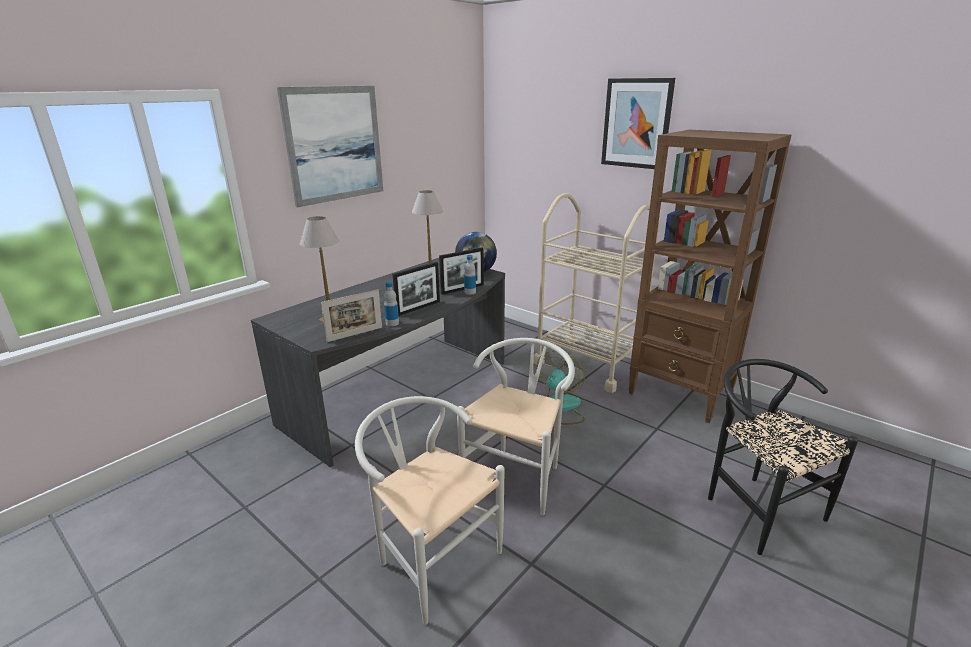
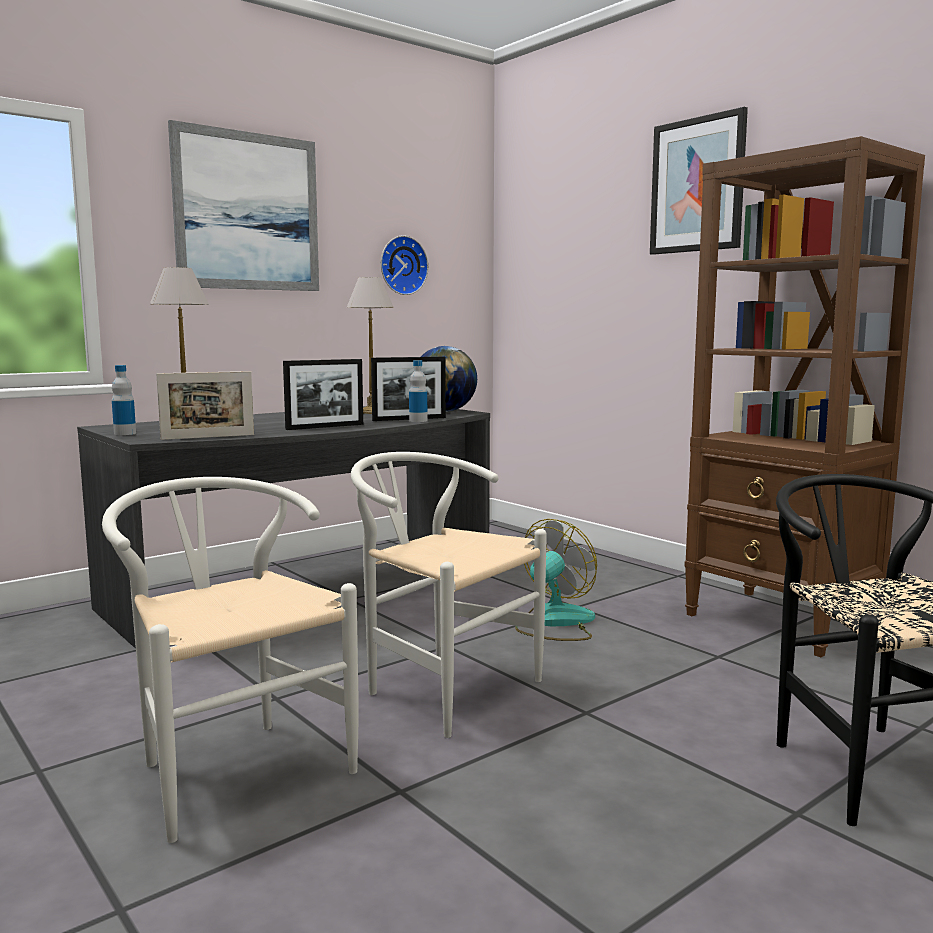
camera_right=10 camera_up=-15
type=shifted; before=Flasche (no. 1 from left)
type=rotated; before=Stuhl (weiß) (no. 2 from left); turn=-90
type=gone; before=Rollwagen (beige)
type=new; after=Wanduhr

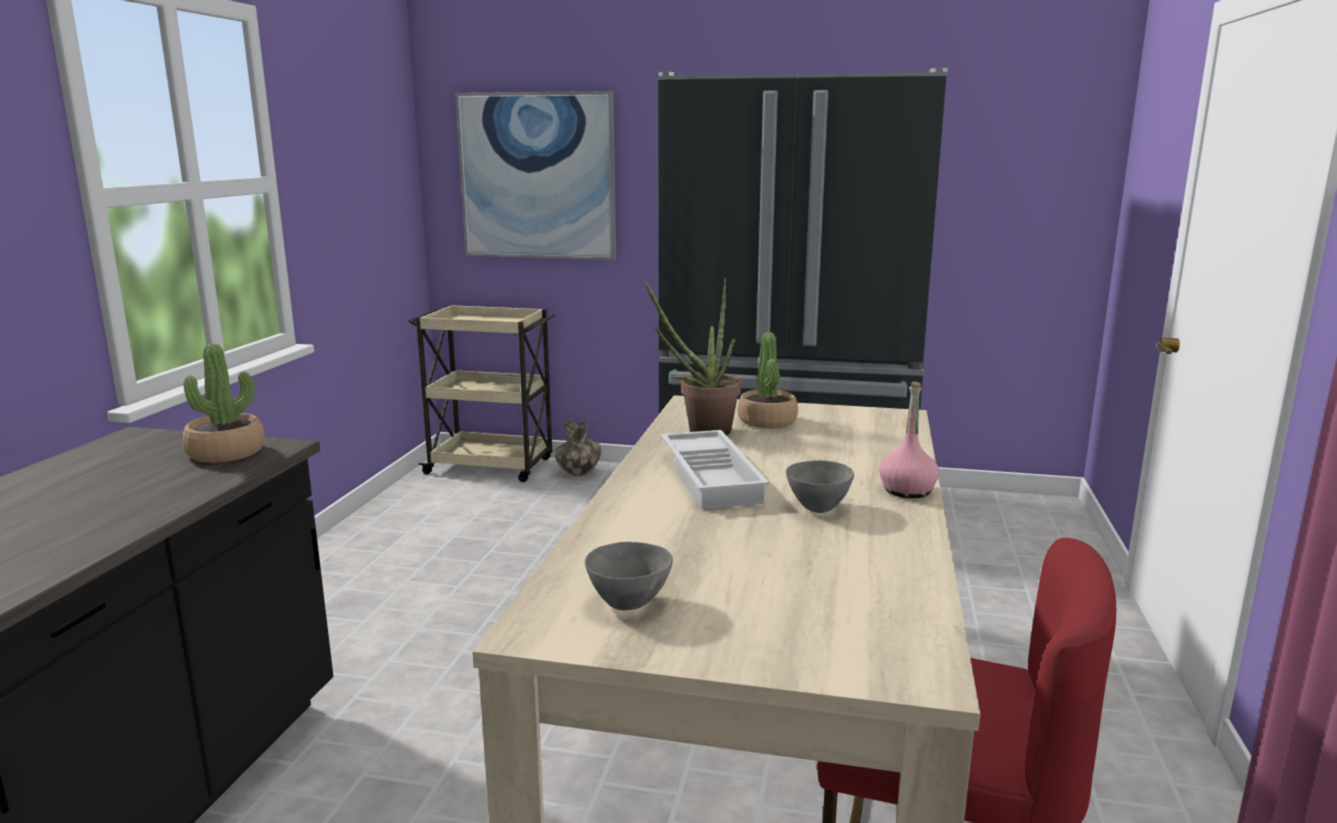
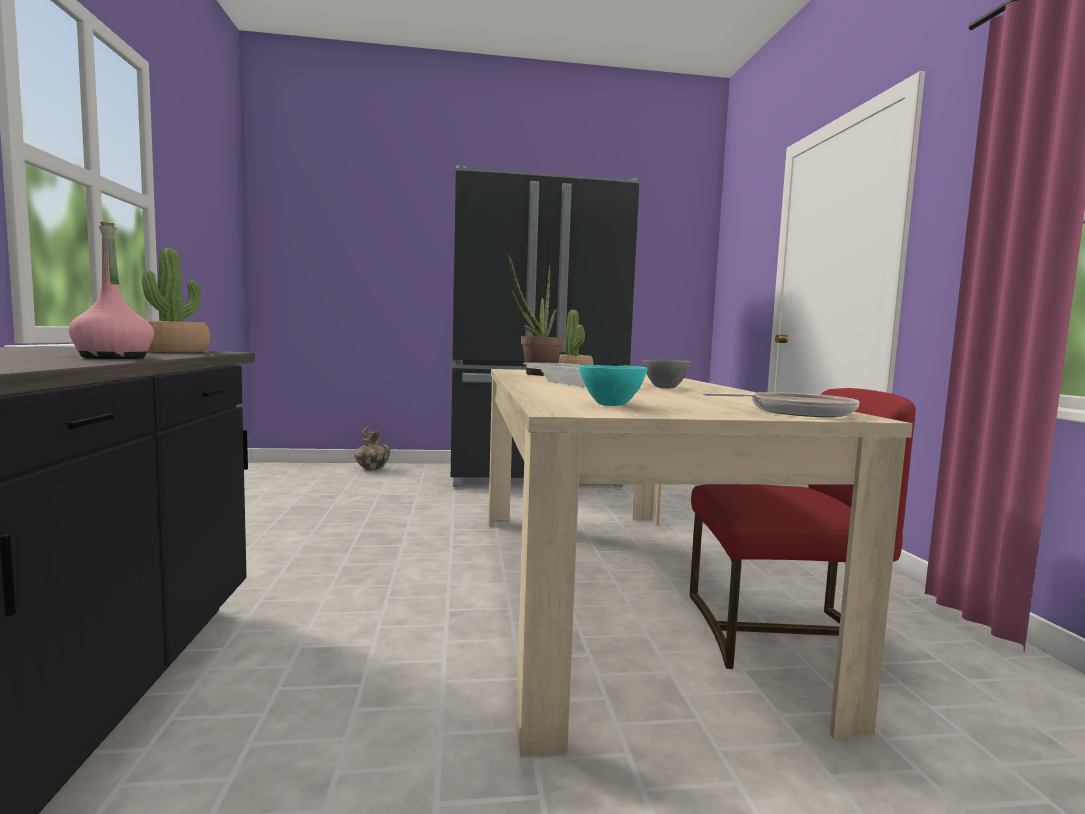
camera_right=-20 camera_up=-10
type=gone; before=Rollwagen (beige)
type=gone; before=Bild
type=repainted; before=Schüssel (grau) (no. 1 from left); after=Schüssel (türkis)
type=shifted; before=Flasche (rosa)
type=new; after=Pfanne

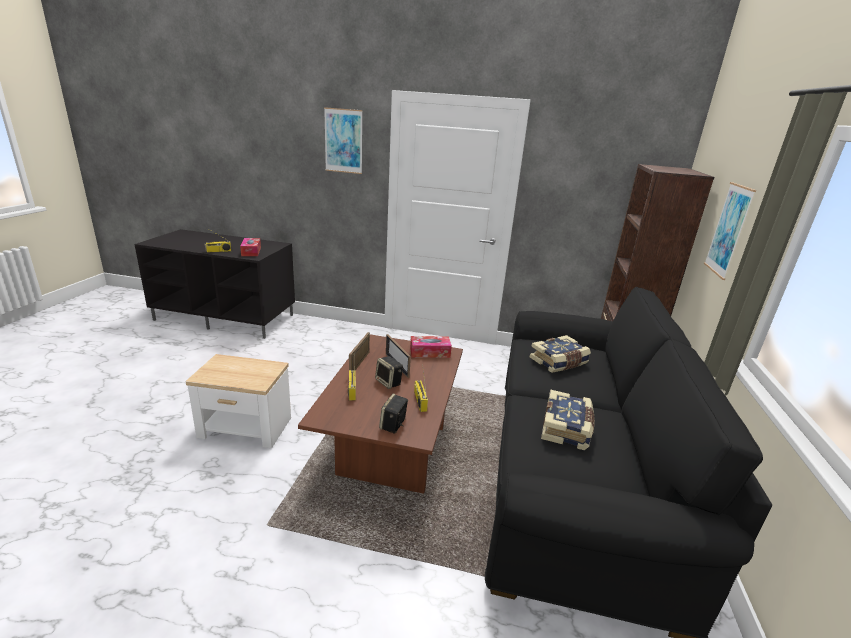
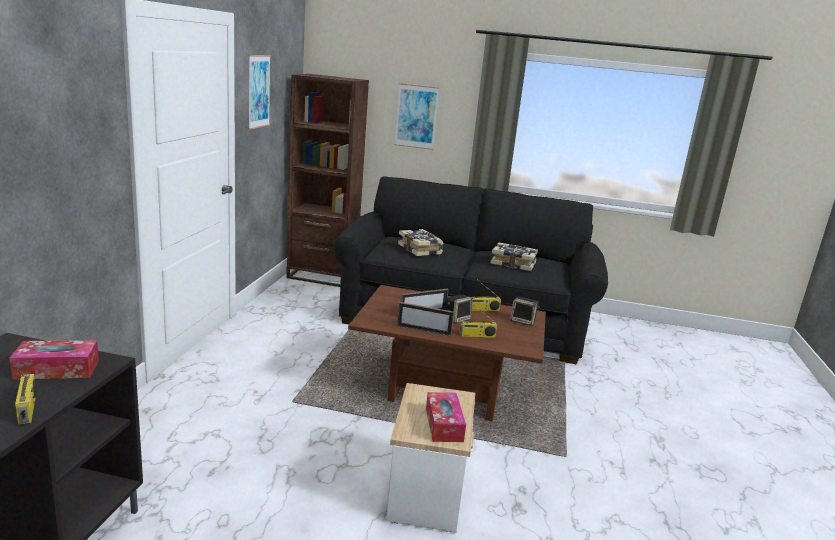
camera_right=-90 camera_up=-5
type=shifted; before=Bild (no. 1 from left)
type=shifted; before=Taschentuchbox (no. 2 from left)

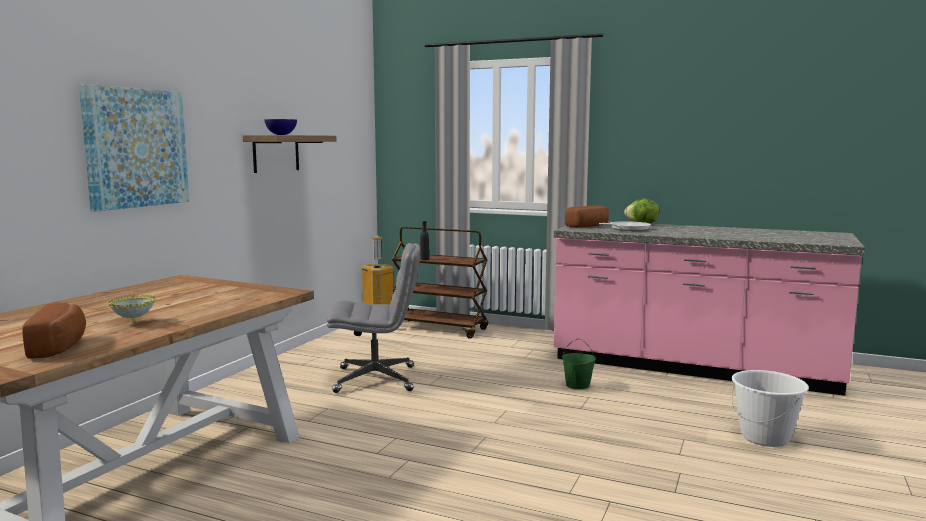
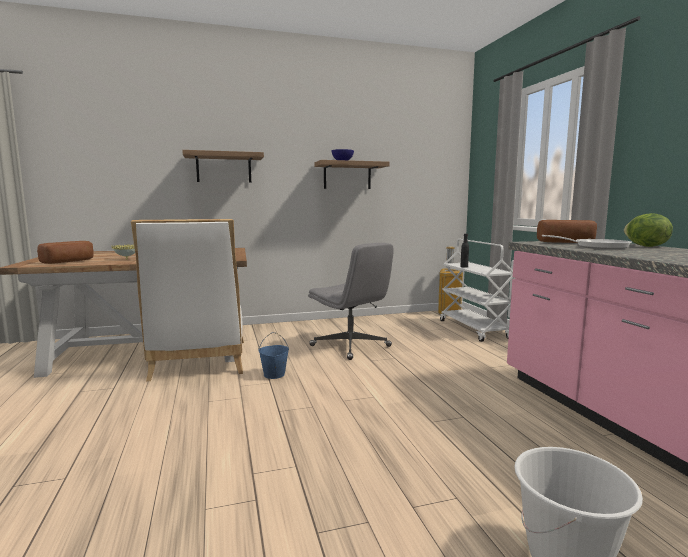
camera_right=50 camera_up=0
type=swapped; before=Bild; after=Wandregal (no. 1 from left)
type=repainted; before=Rollwagen (braun); after=Rollwagen (weiß)
type=gone; before=Eimer (grün)
type=new; after=Stuhl (weiß)
type=new; after=Eimer (blau)

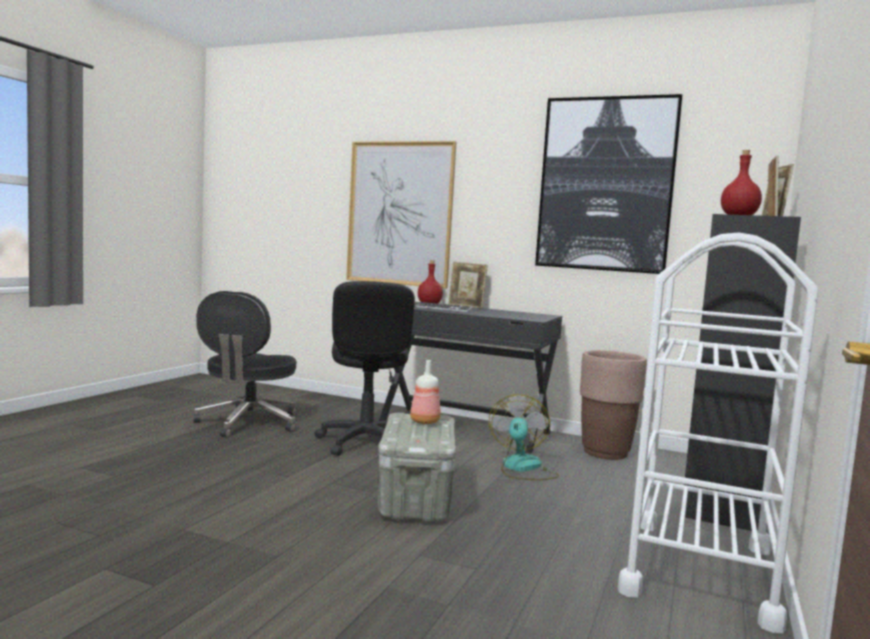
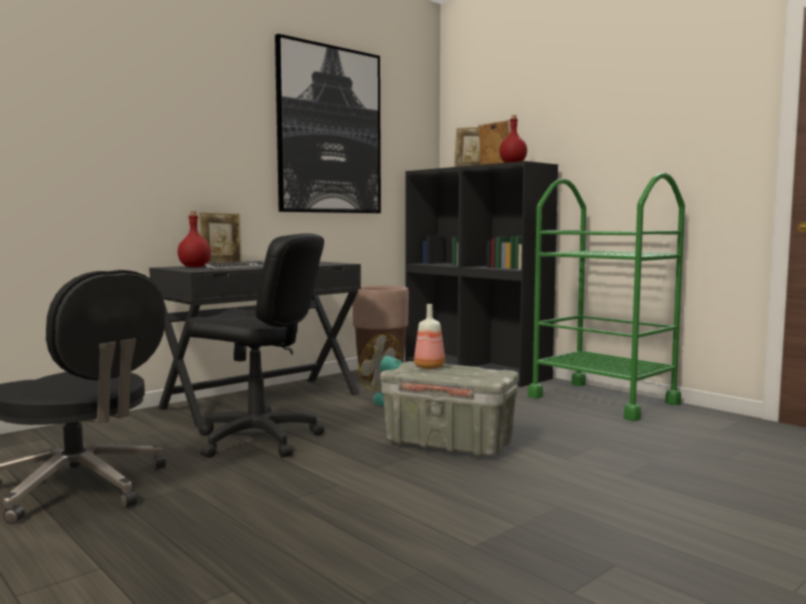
camera_right=-65 camera_up=0
type=gone; before=Bild (no. 1 from left)
type=repainted; before=Rollwagen (weiß); after=Rollwagen (grün)

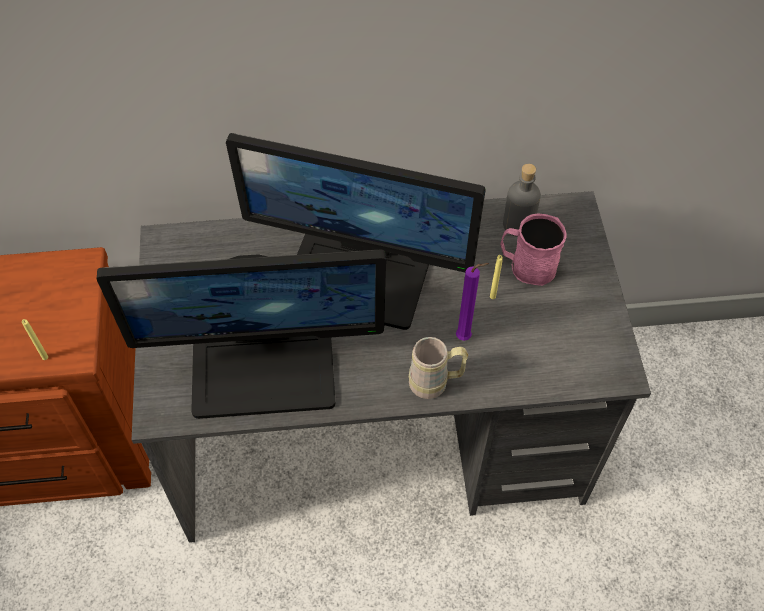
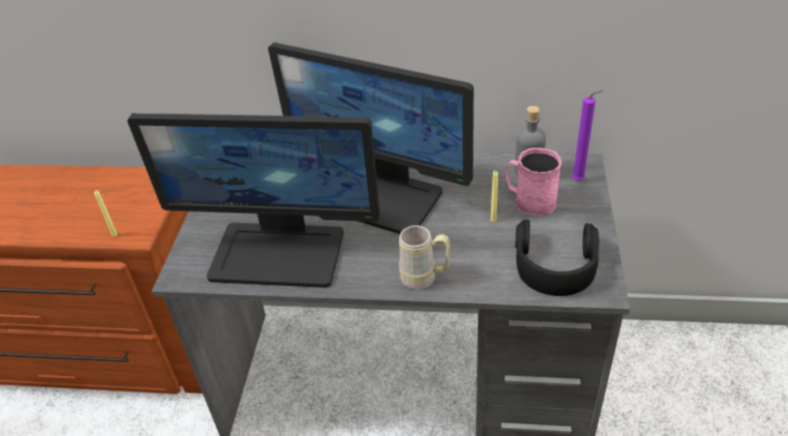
camera_right=15 camera_up=-15
type=shifted; before=Kerze (lila)
type=new; after=Kopfhörer (schwarz)

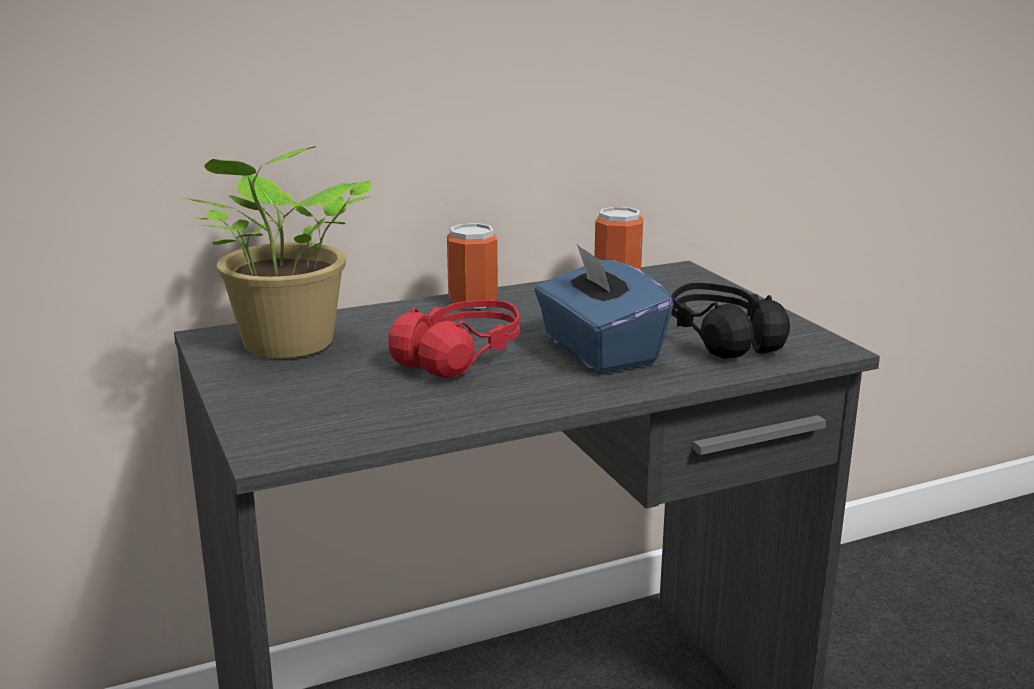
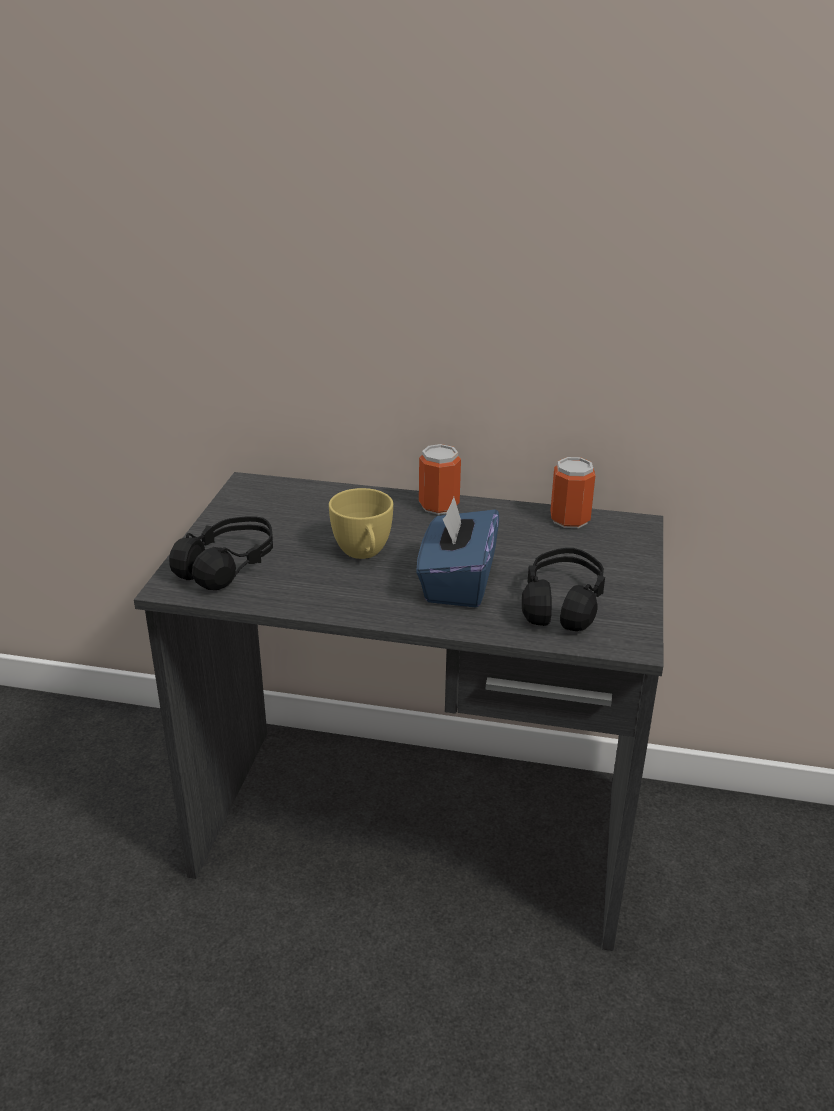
camera_right=35 camera_up=10
type=gone; before=Topfpflanze
type=swapped; before=Kopfhörer (rot); after=Tasse (gelb)
type=new; after=Kopfhörer (schwarz) (no. 1 from left)

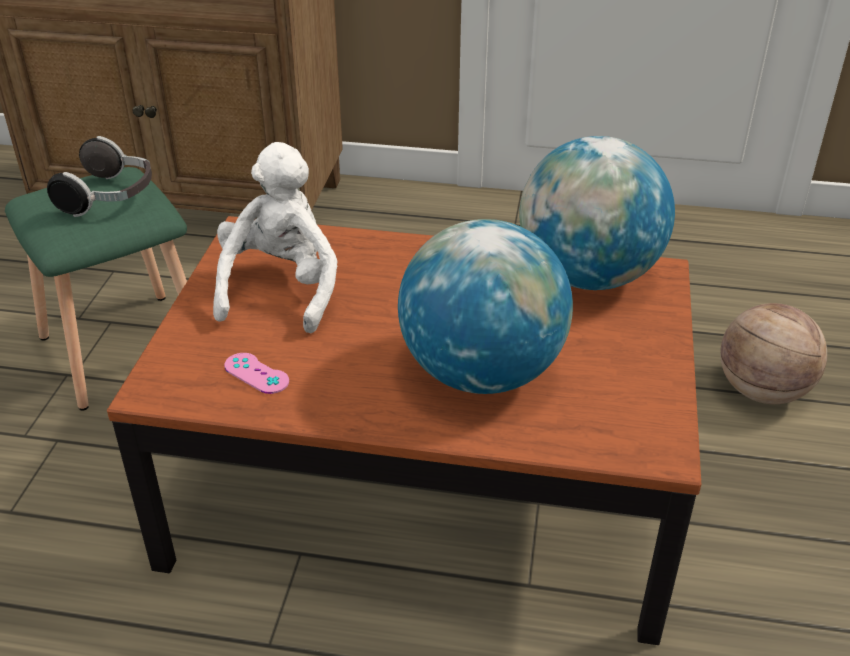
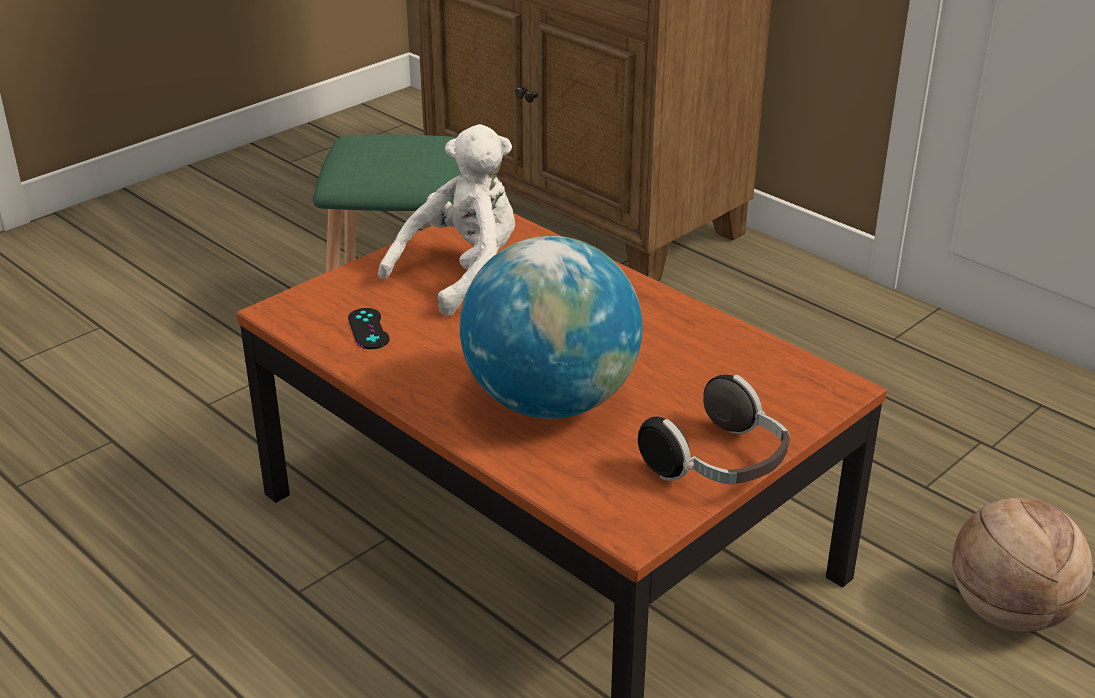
camera_right=35 camera_up=-5
type=shifted; before=Kopfhörer
type=repainted; before=Gamepad (rosa); after=Gamepad (schwarz)
type=gone; before=Globus (no. 2 from left)

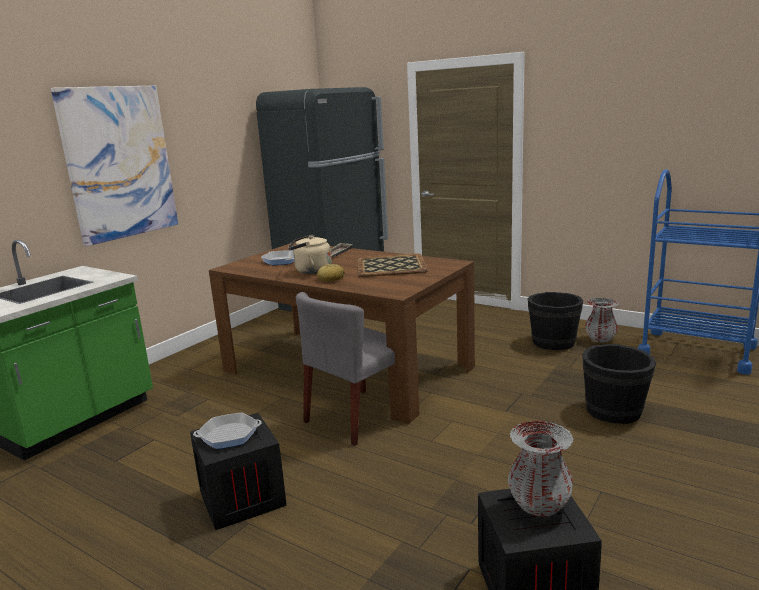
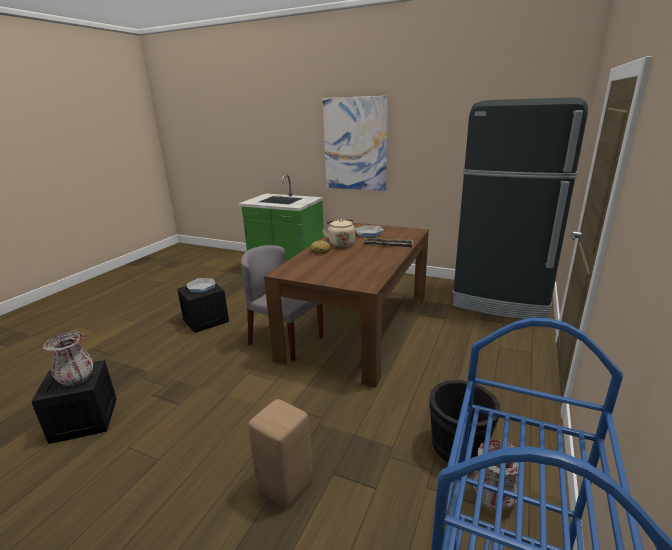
camera_right=80 camera_up=5
type=gone; before=Tablett (no. 2 from left)
type=swapped; before=Eimer (schwarz) (no. 2 from left); after=Hocker (beige)

